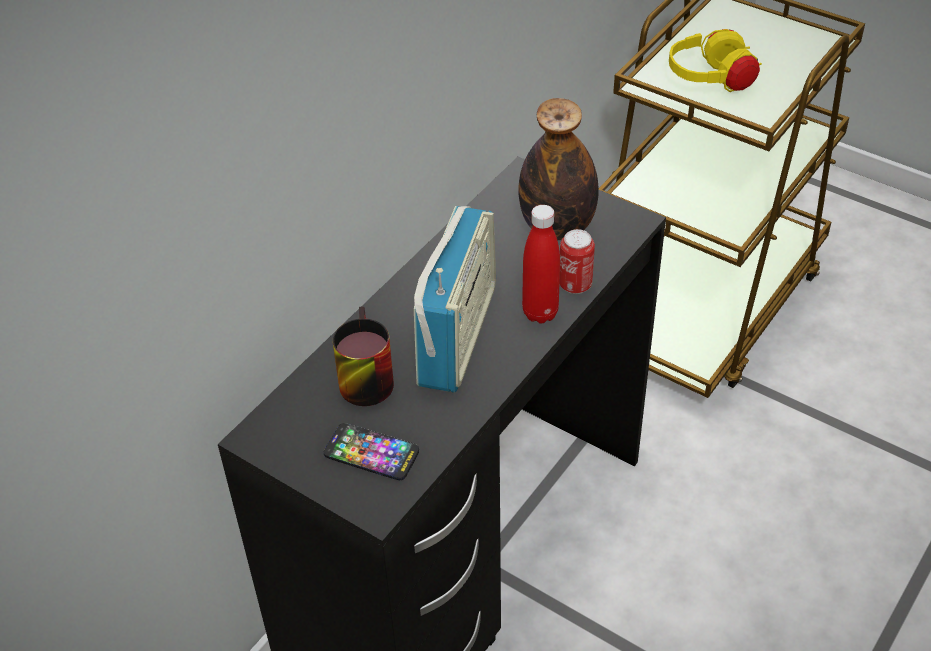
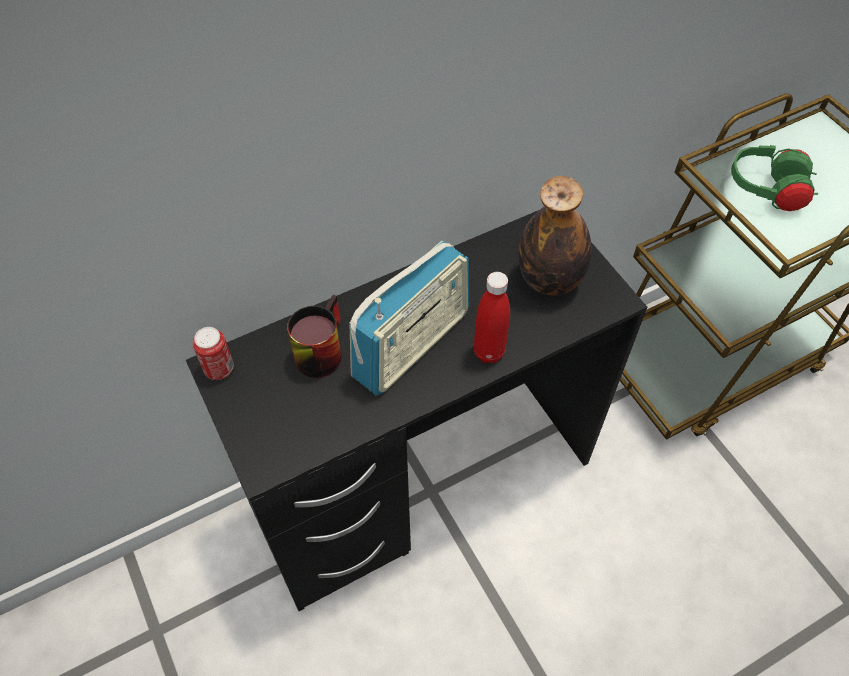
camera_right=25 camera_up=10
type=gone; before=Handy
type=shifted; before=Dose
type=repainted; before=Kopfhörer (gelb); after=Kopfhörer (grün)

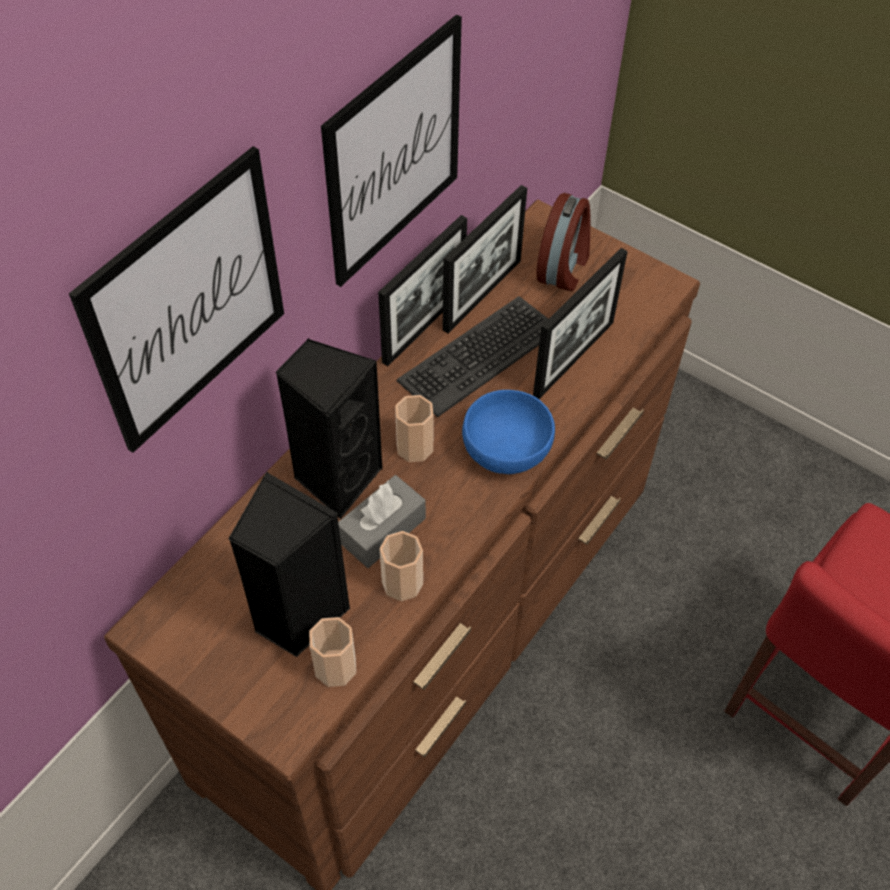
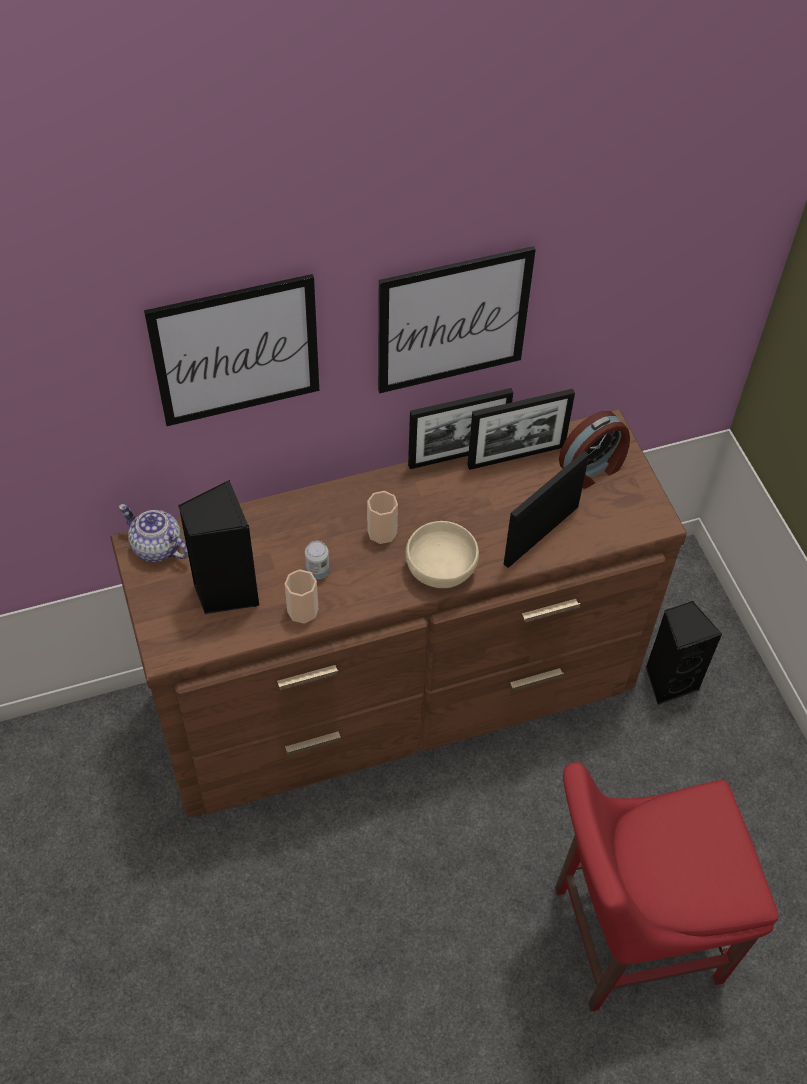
camera_right=35 camera_up=0
type=shifted; before=Lautsprecher (schwarz) (no. 2 from left)
type=gone; before=Tasse (no. 1 from left)
type=swapped; before=Taschentuchbox (grau); after=Dose
type=gone; before=Tastatur
type=repainted; before=Schüssel (blau); after=Schüssel (beige)
type=rotated; before=Bilderrahmen (no. 3 from left); turn=150
type=new; after=Teekanne

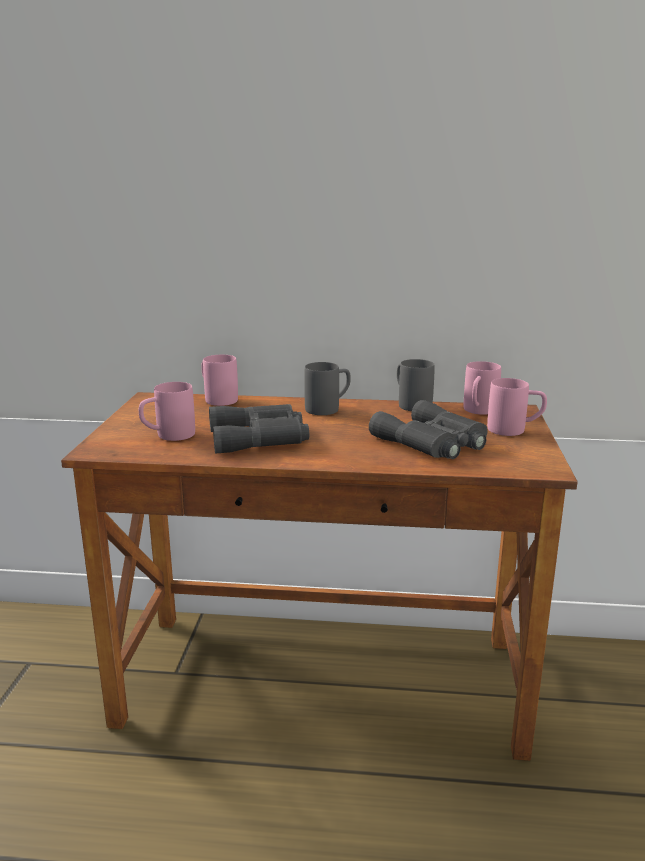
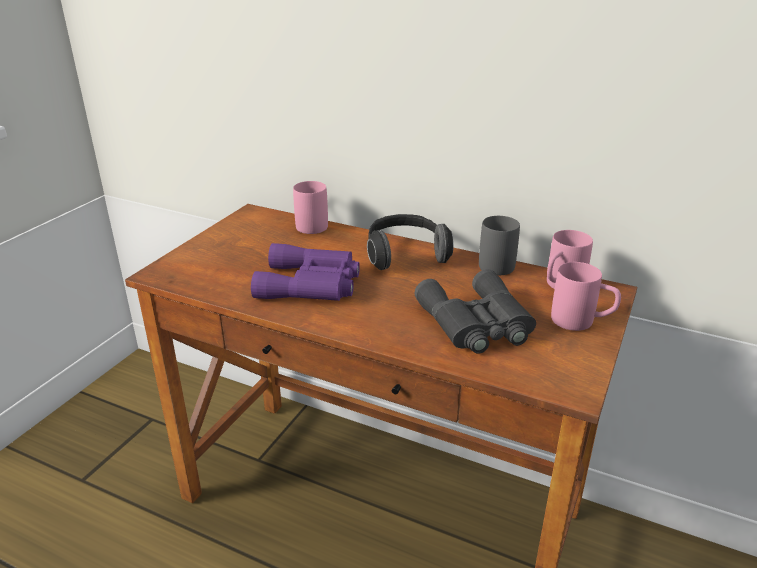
camera_right=20 camera_up=10
type=gone; before=Henkelbecher (rosa) (no. 1 from left)
type=repainted; before=Fernglas (grau) (no. 1 from left); after=Fernglas (lila)
type=swapped; before=Henkelbecher (grau) (no. 1 from left); after=Kopfhörer

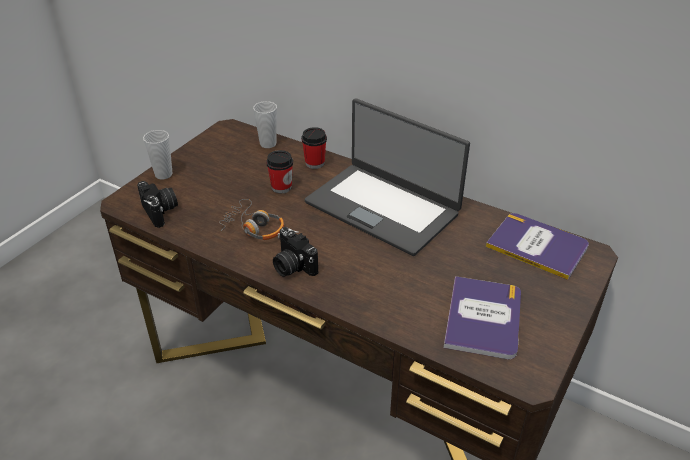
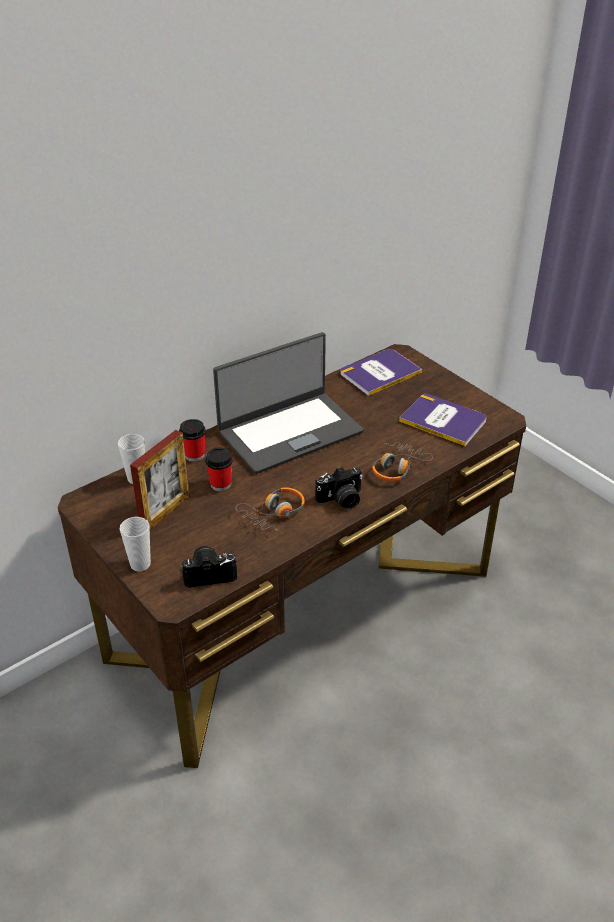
camera_right=-70 camera_up=0
type=new; after=Bilderrahmen
type=new; after=Kopfhörer (no. 2 from left)

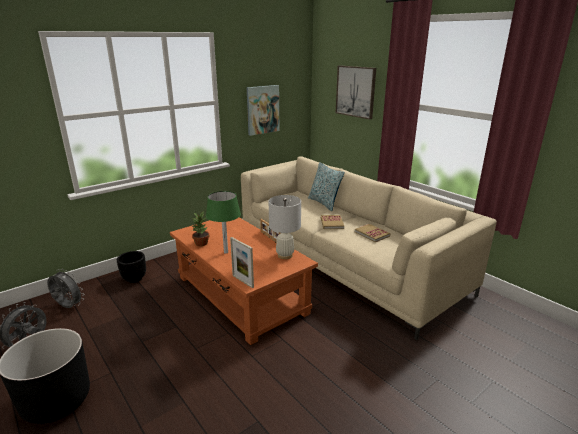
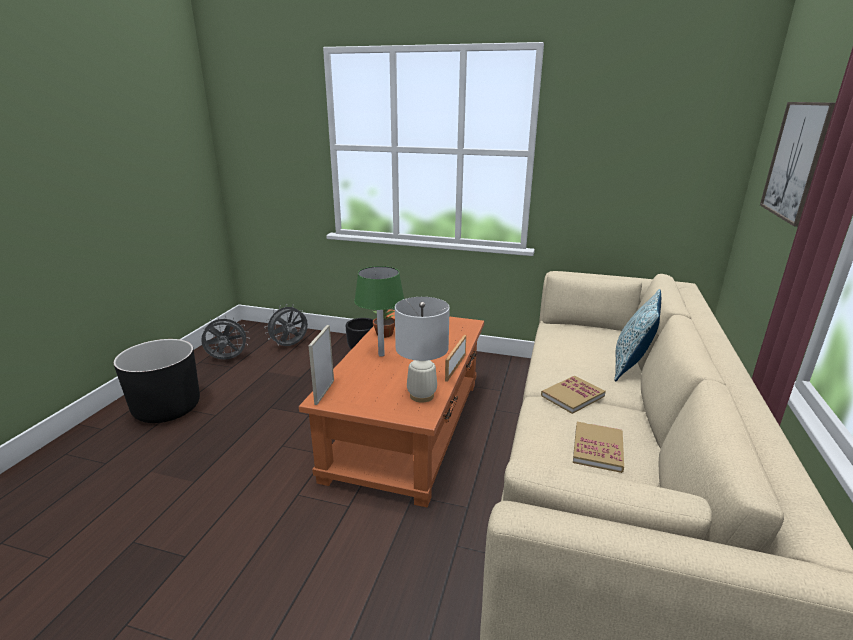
camera_right=55 camera_up=0
type=rotated; before=Ventilator (grau) (no. 2 from left); turn=-120
type=gone; before=Bild (no. 1 from left)

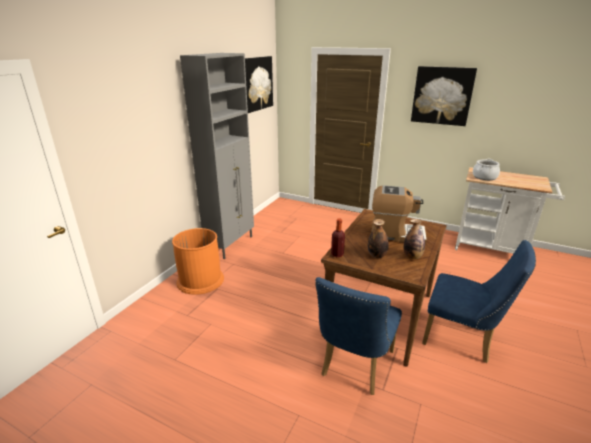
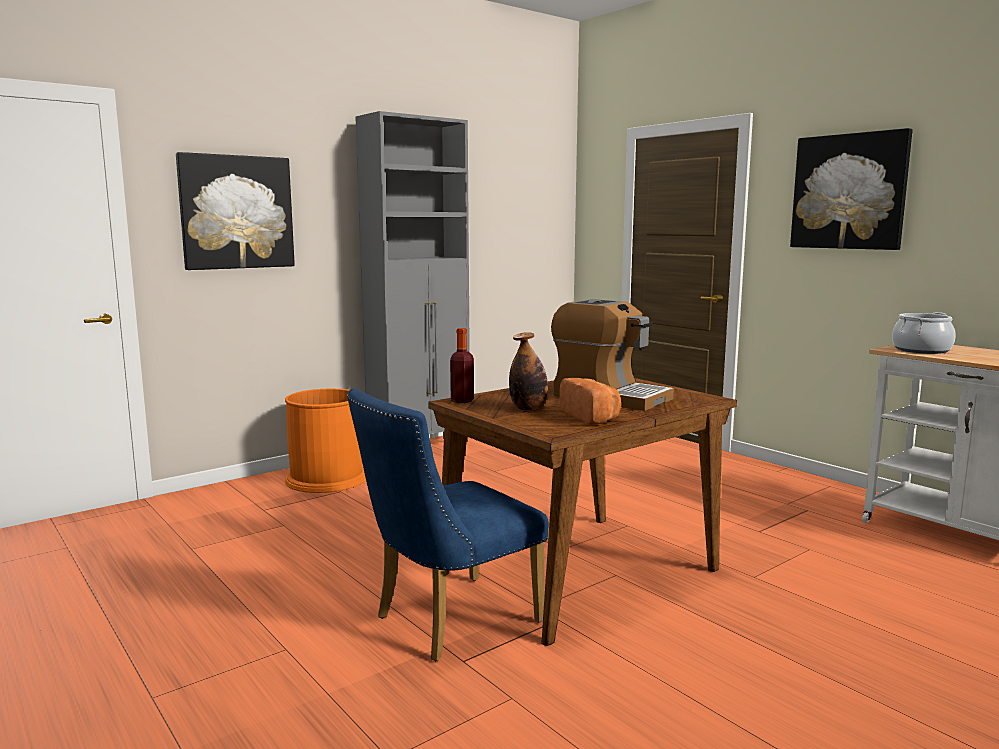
camera_right=25 camera_up=-15
type=shifted; before=Bild (no. 1 from left)
type=swapped; before=Flasche (no. 3 from left); after=Brot
type=gone; before=Stuhl (blau) (no. 2 from left)

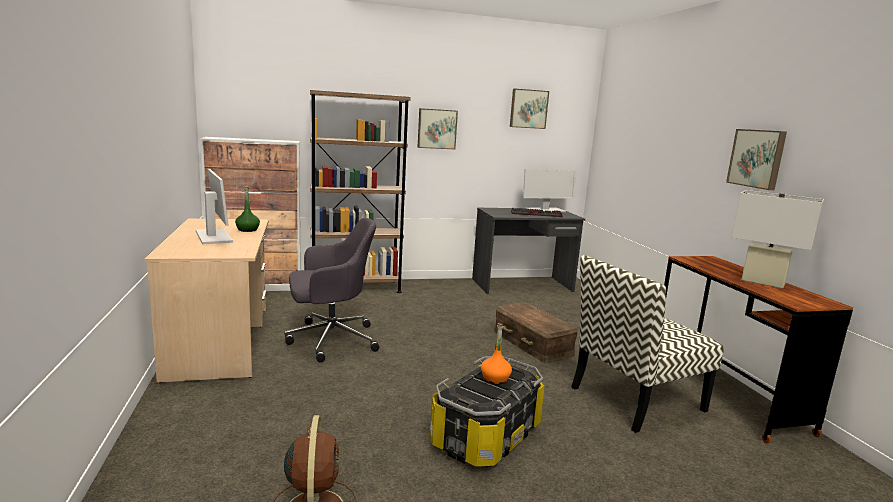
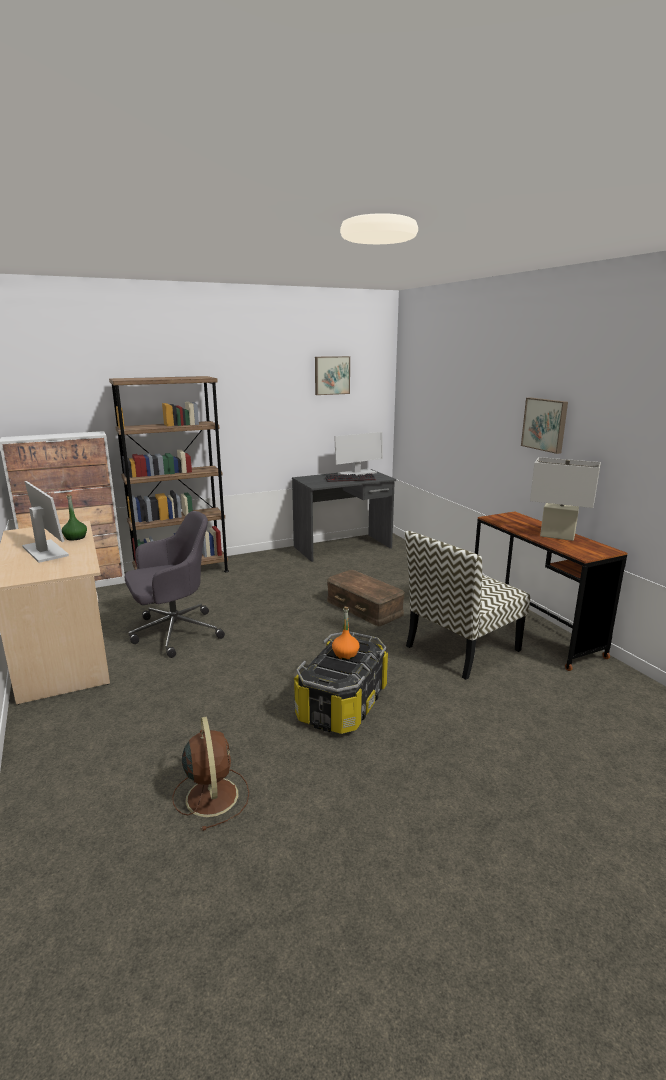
camera_right=-10 camera_up=5
type=gone; before=Bild (no. 1 from left)

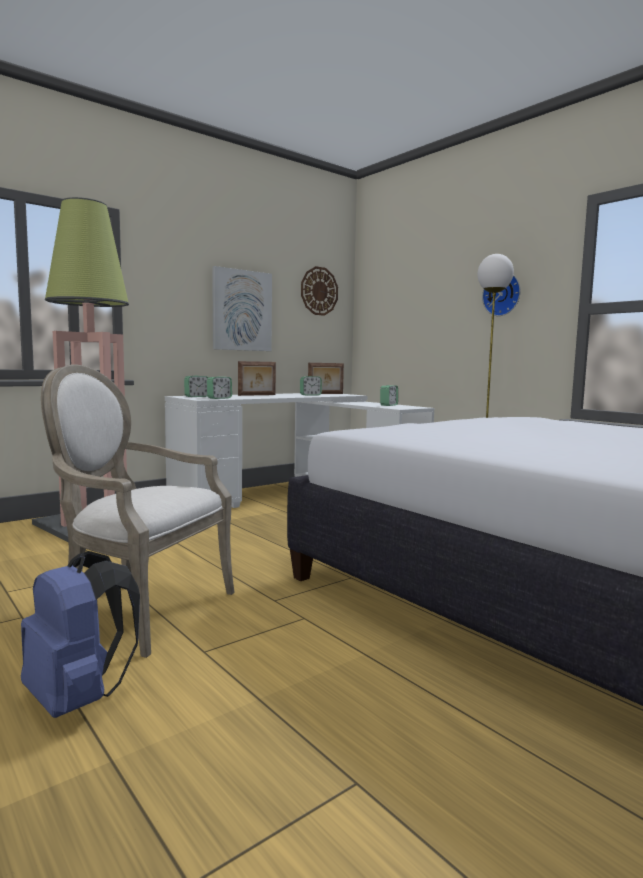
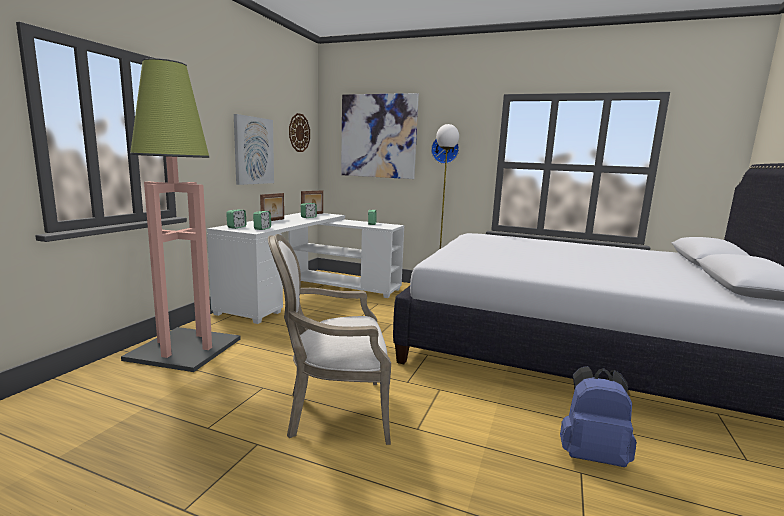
camera_right=-30 camera_up=5
type=shifted; before=Rucksack (blau)
type=new; after=Bild (no. 2 from left)

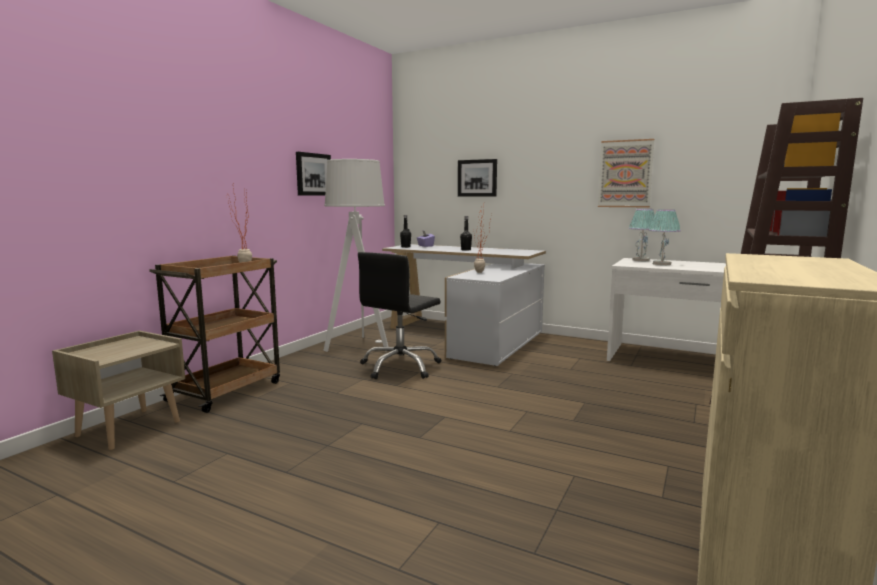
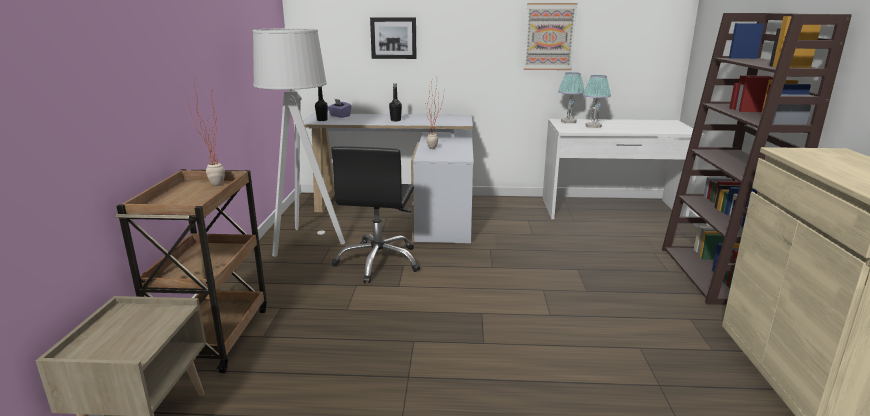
camera_right=-25 camera_up=10
type=gone; before=Bild (no. 1 from left)

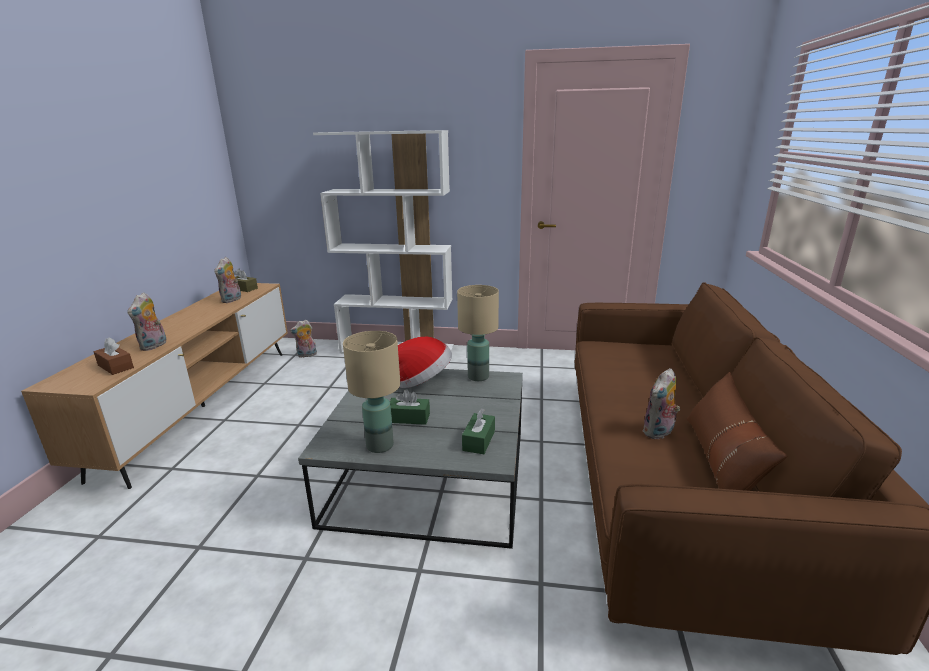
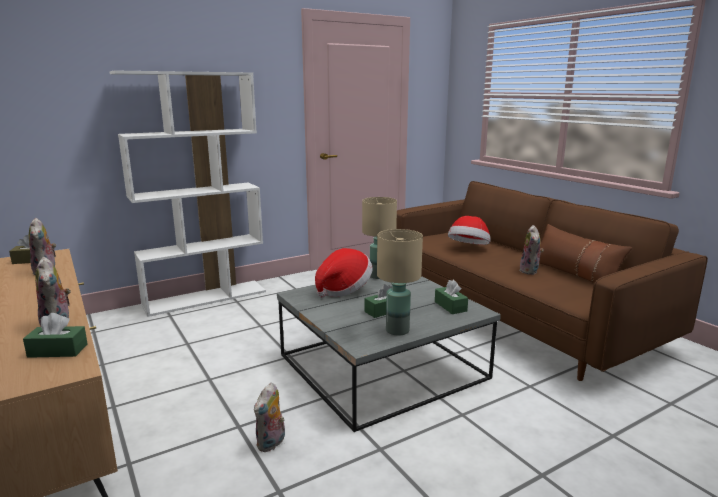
camera_right=-40 camera_up=-5
type=repainted; before=Taschentuchbox (braun) (no. 1 from left); after=Taschentuchbox (grün) (no. 1 from left)
type=shifted; before=Plüschtier (no. 3 from left)
type=new; after=Hut (no. 2 from left)

